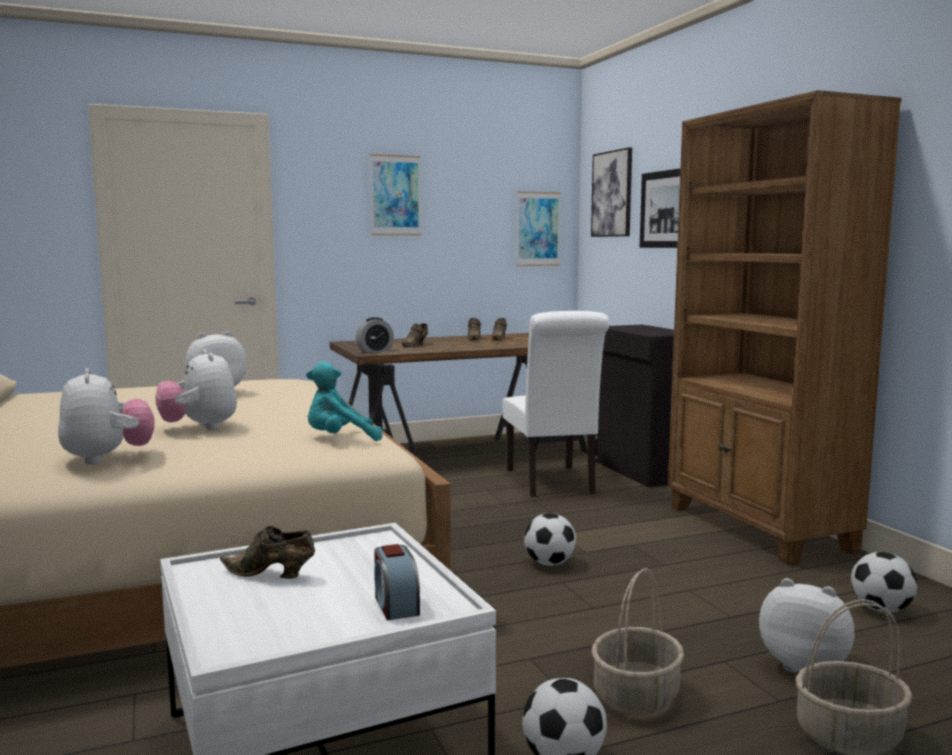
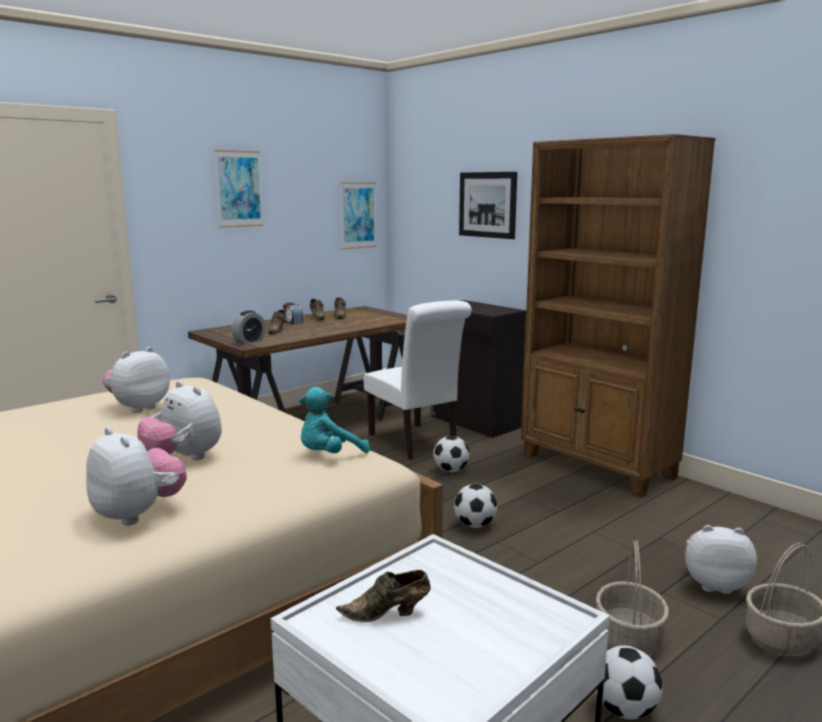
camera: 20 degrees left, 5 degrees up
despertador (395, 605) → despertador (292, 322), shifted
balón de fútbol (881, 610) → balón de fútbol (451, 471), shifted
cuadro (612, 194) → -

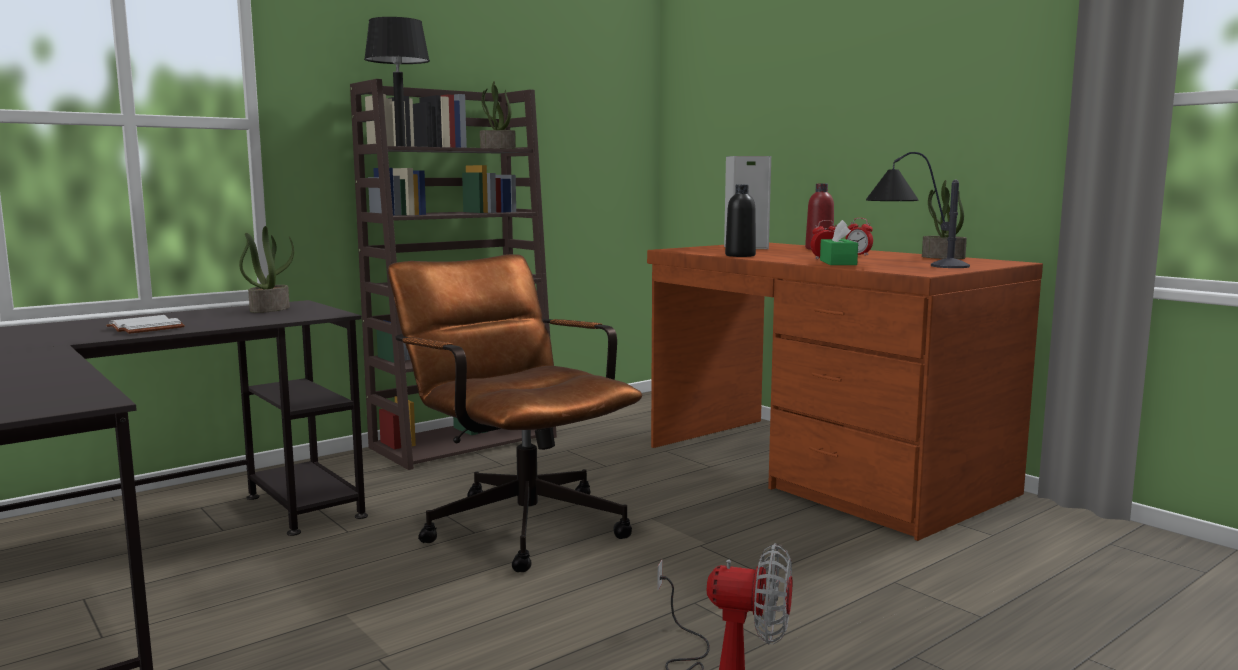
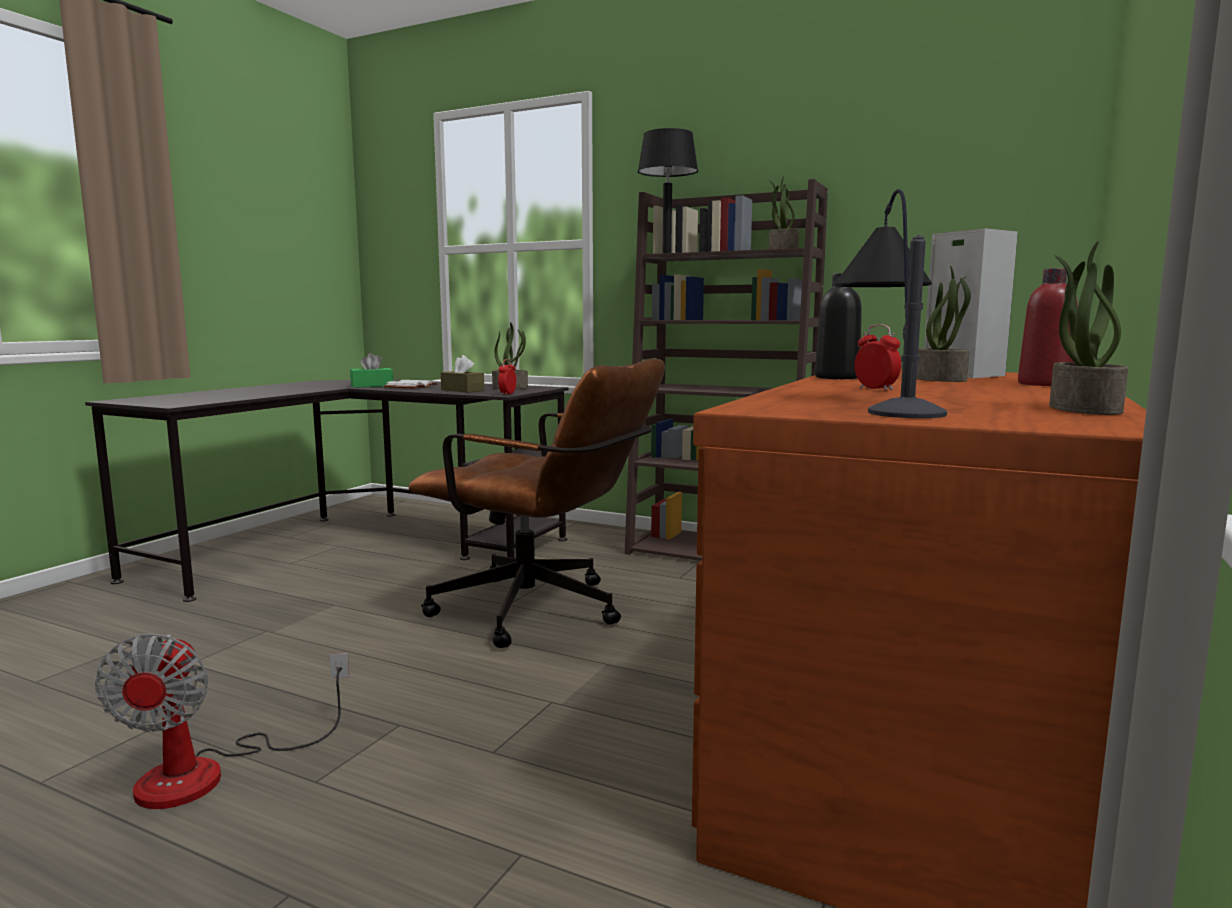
camera: 65 degrees right, 0 degrees up
caja de pañuelos [verde] (838, 262) → caja de pañuelos [verde] (372, 386), shifted
silla de oficina [marrón] (516, 522) → silla de oficina [marrón] (543, 613), 90 degrees clockwise
- → caja de pañuelos [marrón] (462, 390)
despertador (858, 255) → despertador (507, 394), shifted
- → planta en maceta (940, 379)

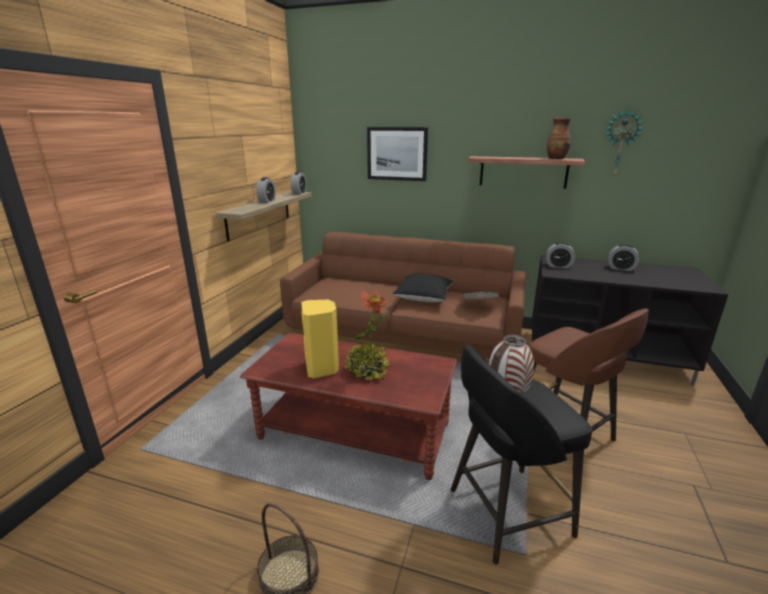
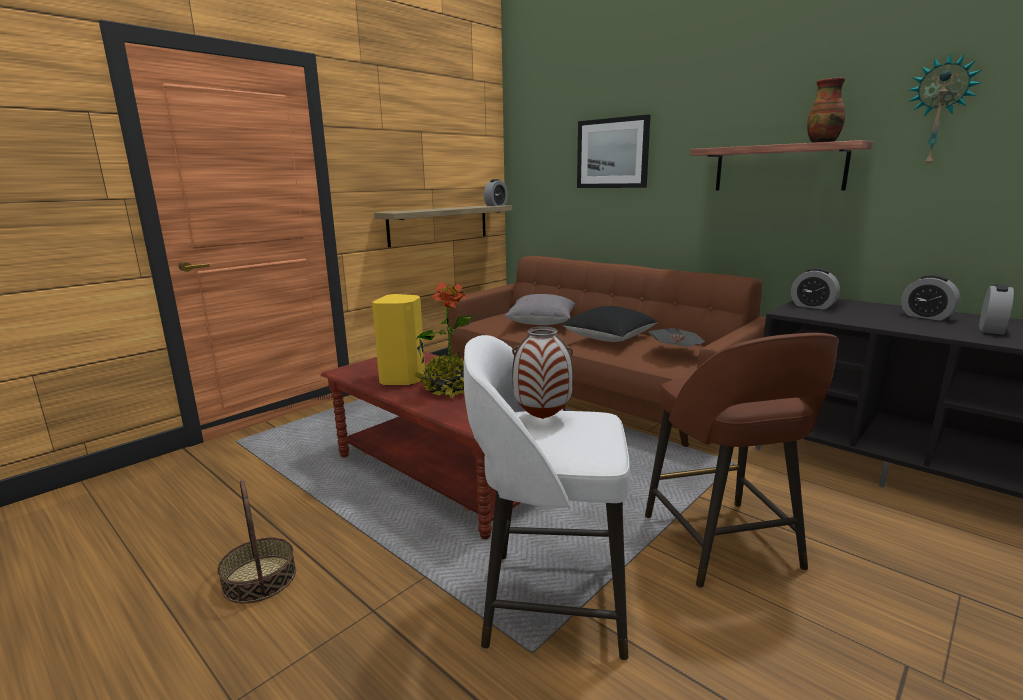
camera: 25 degrees right, 5 degrees down
taburete [negro] (506, 513) → taburete [blanco] (549, 601)
- → cojín [gris] (541, 323)
despertador (267, 201) → despertador (991, 329), shifted

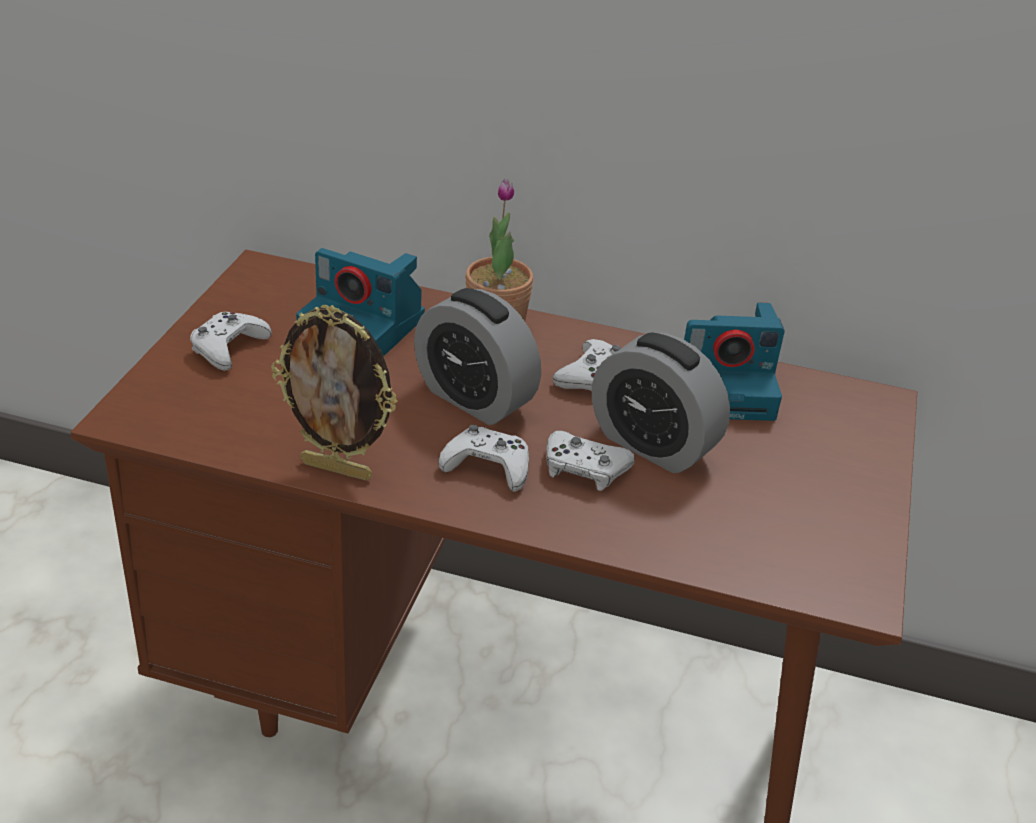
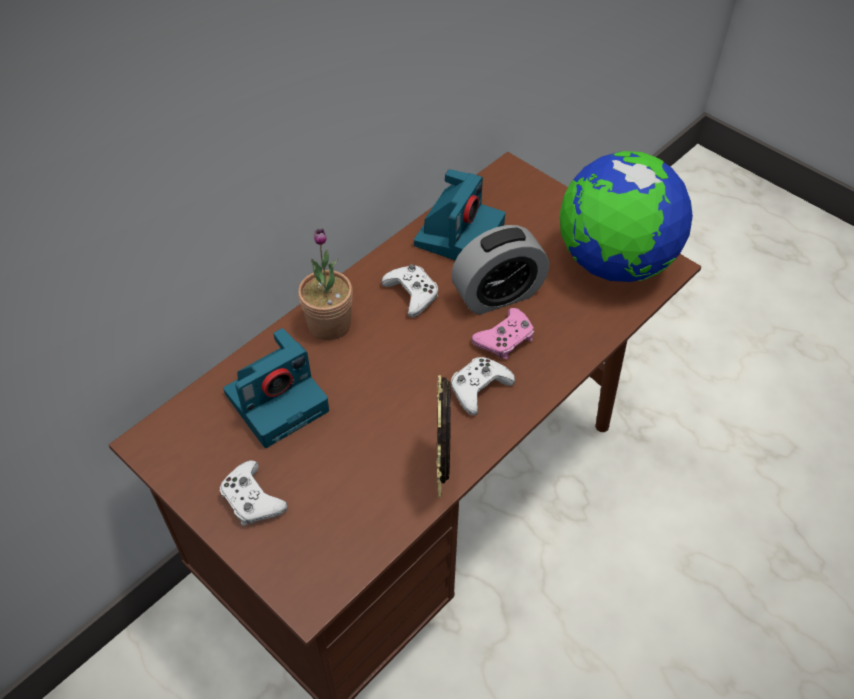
camera: 60 degrees left, 15 degrees up
portarretratos (338, 469) → portarretratos (441, 475), 135 degrees clockwise
mando de consola [blanco] (584, 469) → mando de consola [rosa] (505, 339)
- → globo terráqueo (614, 262)
despertador (474, 398) → -

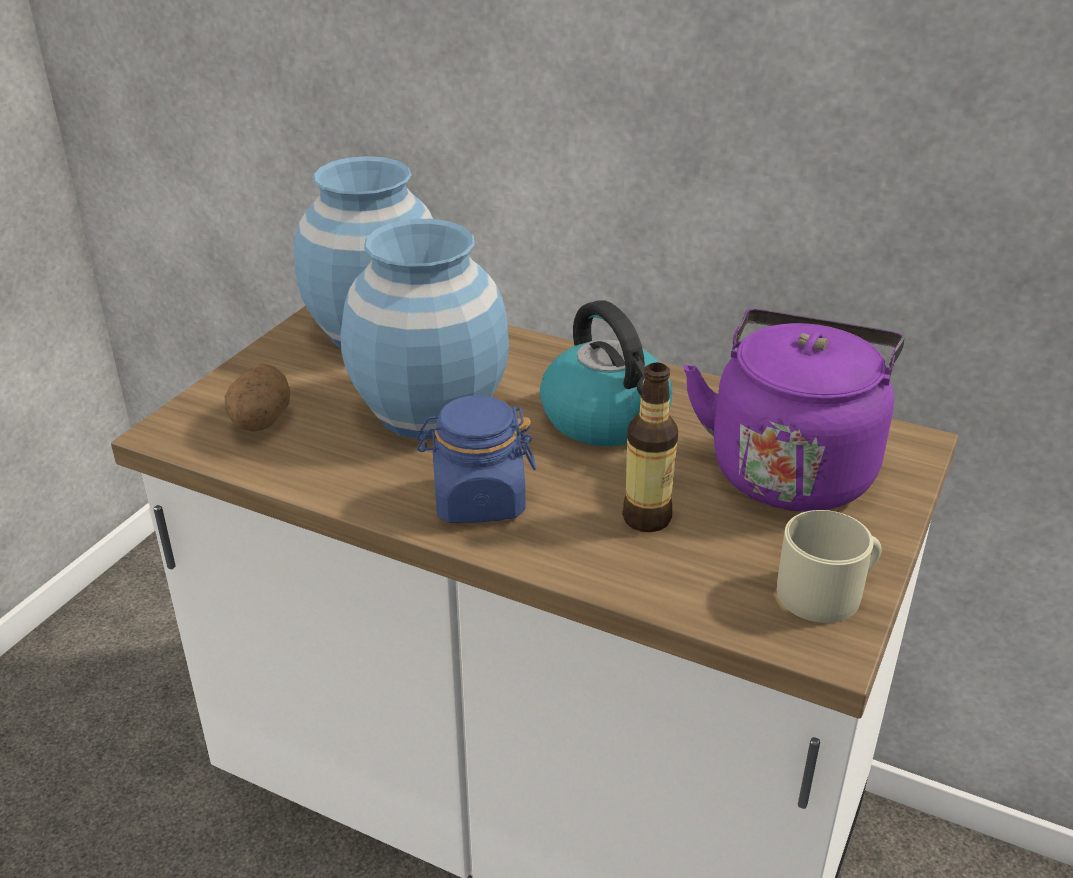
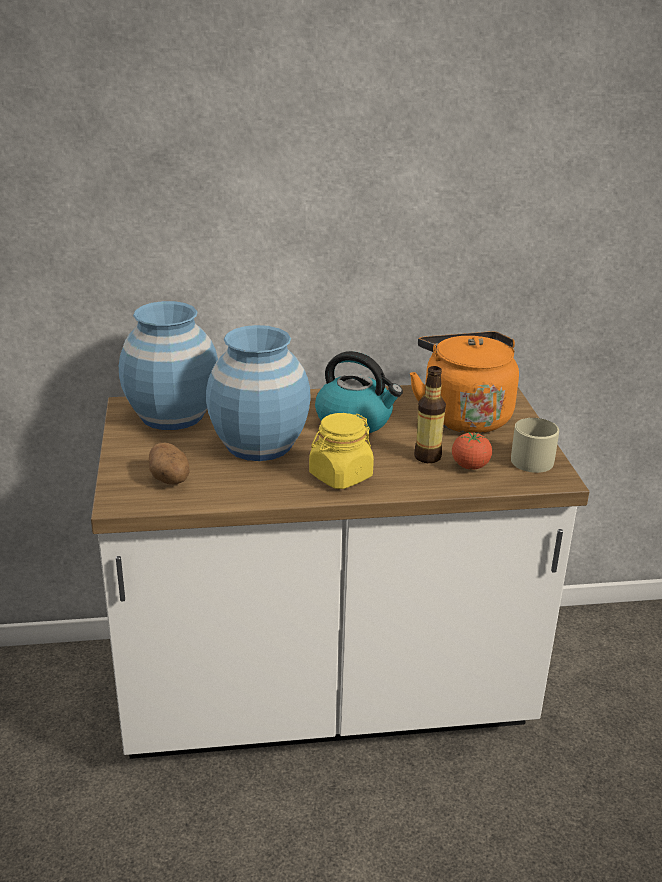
camera: 35 degrees left, 5 degrees down
tarro [azul] (478, 500) → tarro [amarillo] (340, 476)
hervidor [morado] (791, 468) → hervidor [naranja] (463, 415)
- → tomate (470, 466)

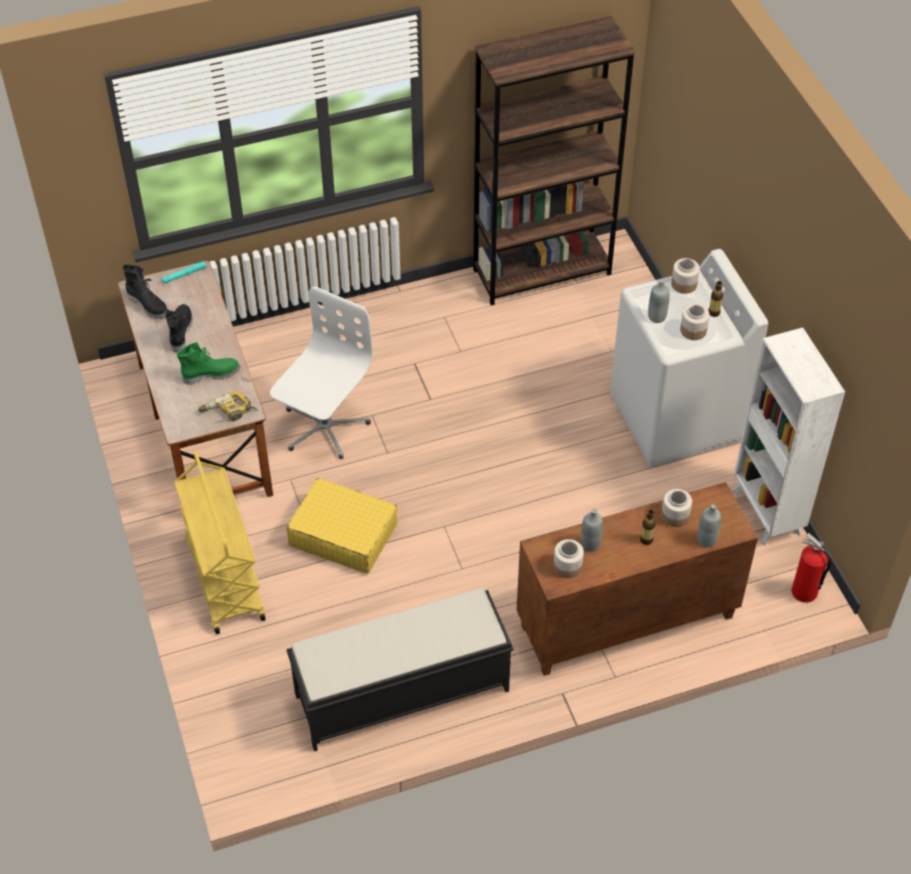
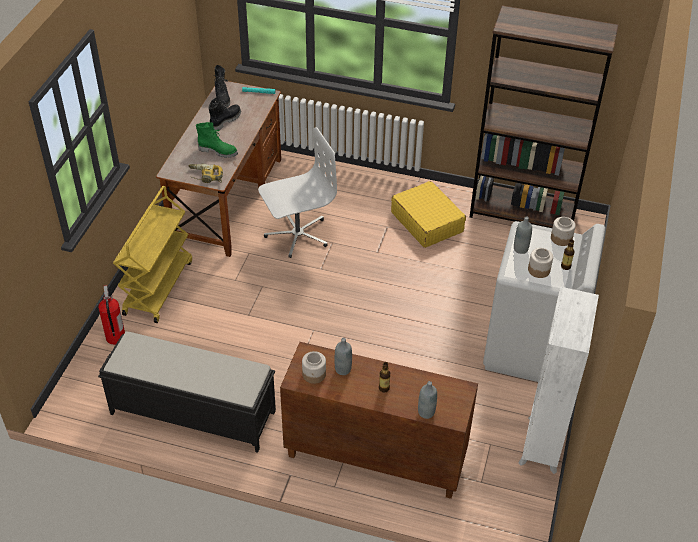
camera: 35 degrees right, 5 degrees down
extintor (804, 592) → extintor (115, 338), shifted
maleta [amarillo] (343, 534) → maleta [amarillo] (427, 222), shifted
tarro (675, 516) → -

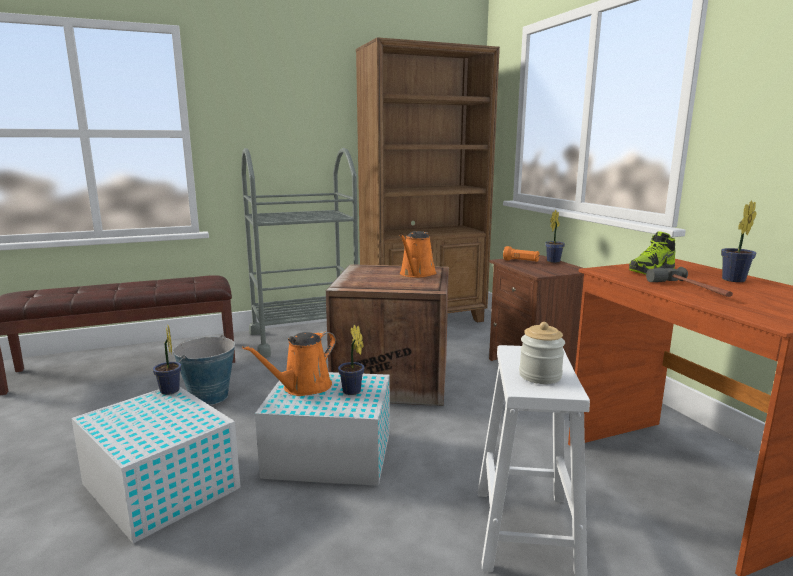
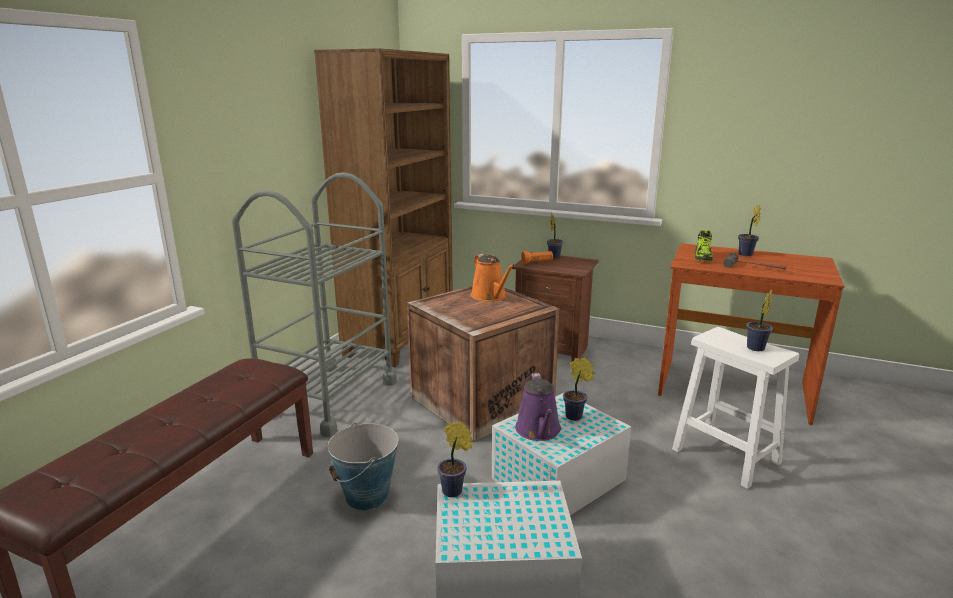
camera: 45 degrees left, 5 degrees up
regadera [naranja] (303, 387) → regadera [morado] (539, 431)
tarro (540, 376) → planta en maceta (755, 349)

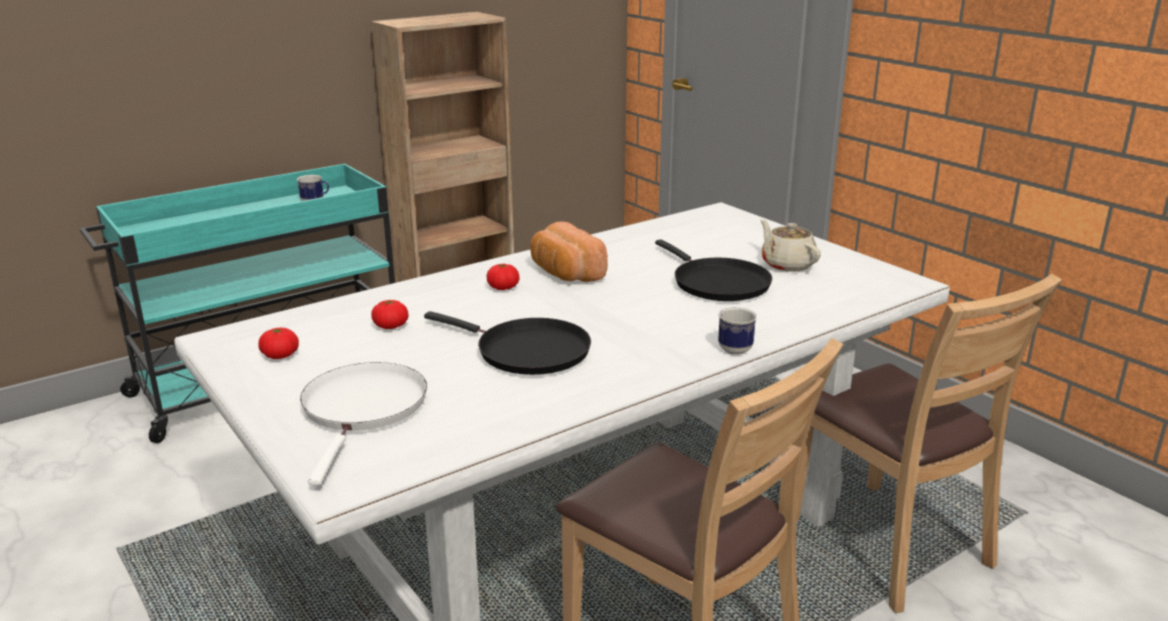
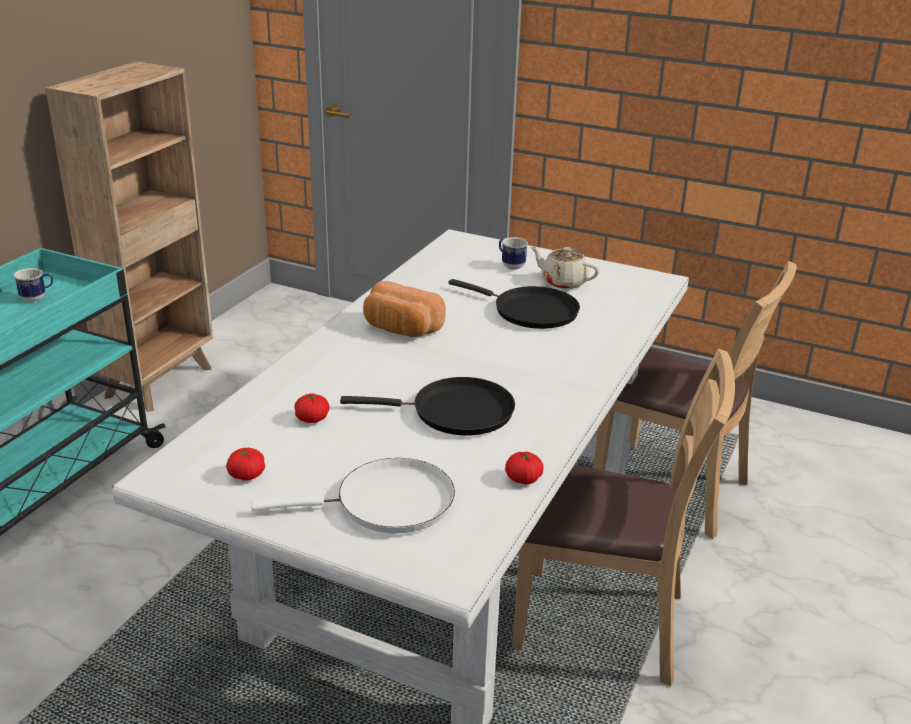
camera: 30 degrees left, 5 degrees up
sartén [blanco] (363, 409) → sartén [blanco] (387, 503), 105 degrees clockwise
taza grande (732, 347) → taza grande (510, 265), shifted
tomate (503, 288) → tomate (523, 479), shifted

